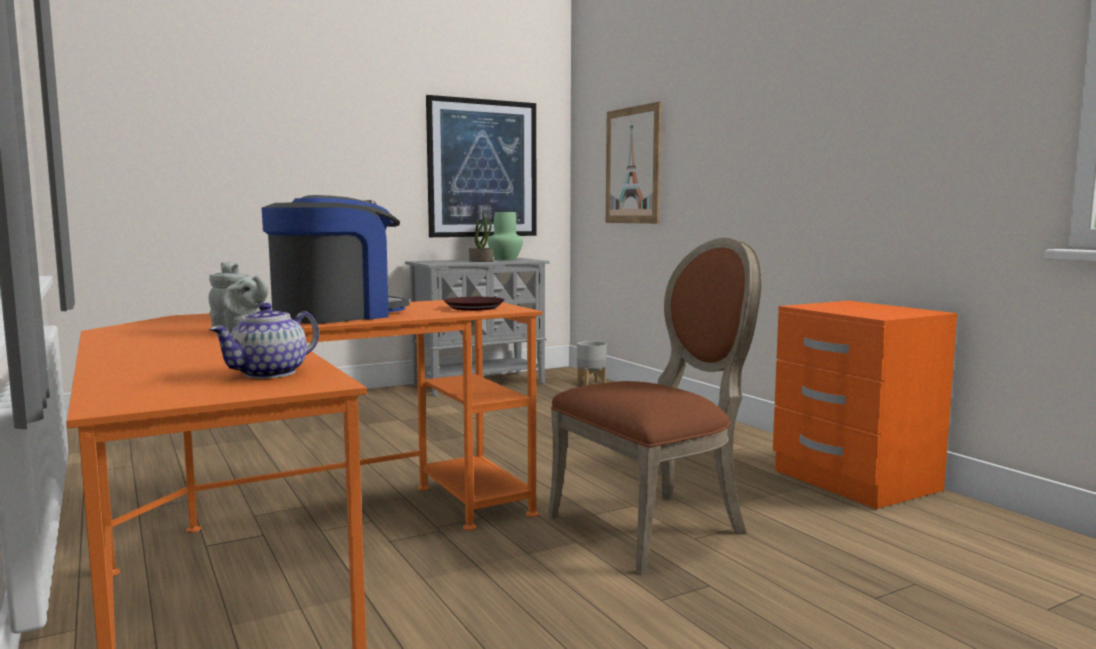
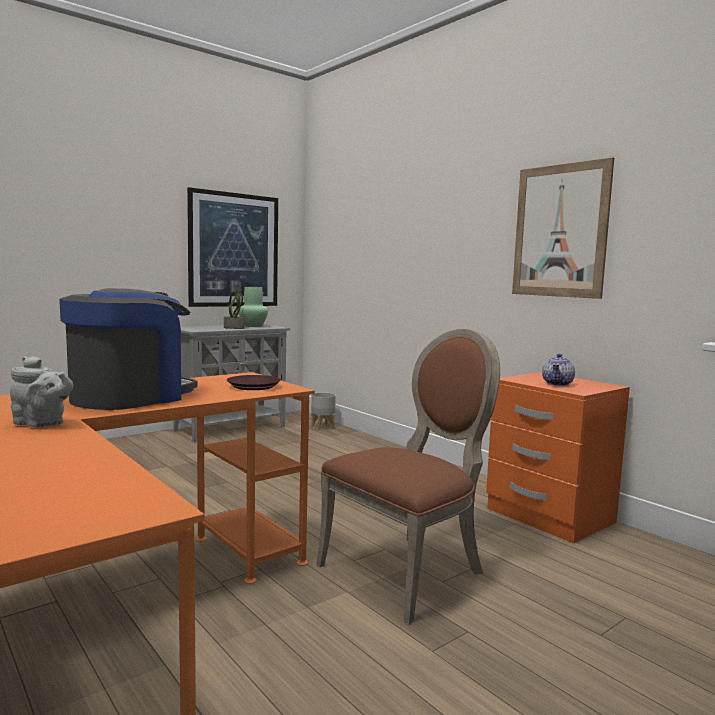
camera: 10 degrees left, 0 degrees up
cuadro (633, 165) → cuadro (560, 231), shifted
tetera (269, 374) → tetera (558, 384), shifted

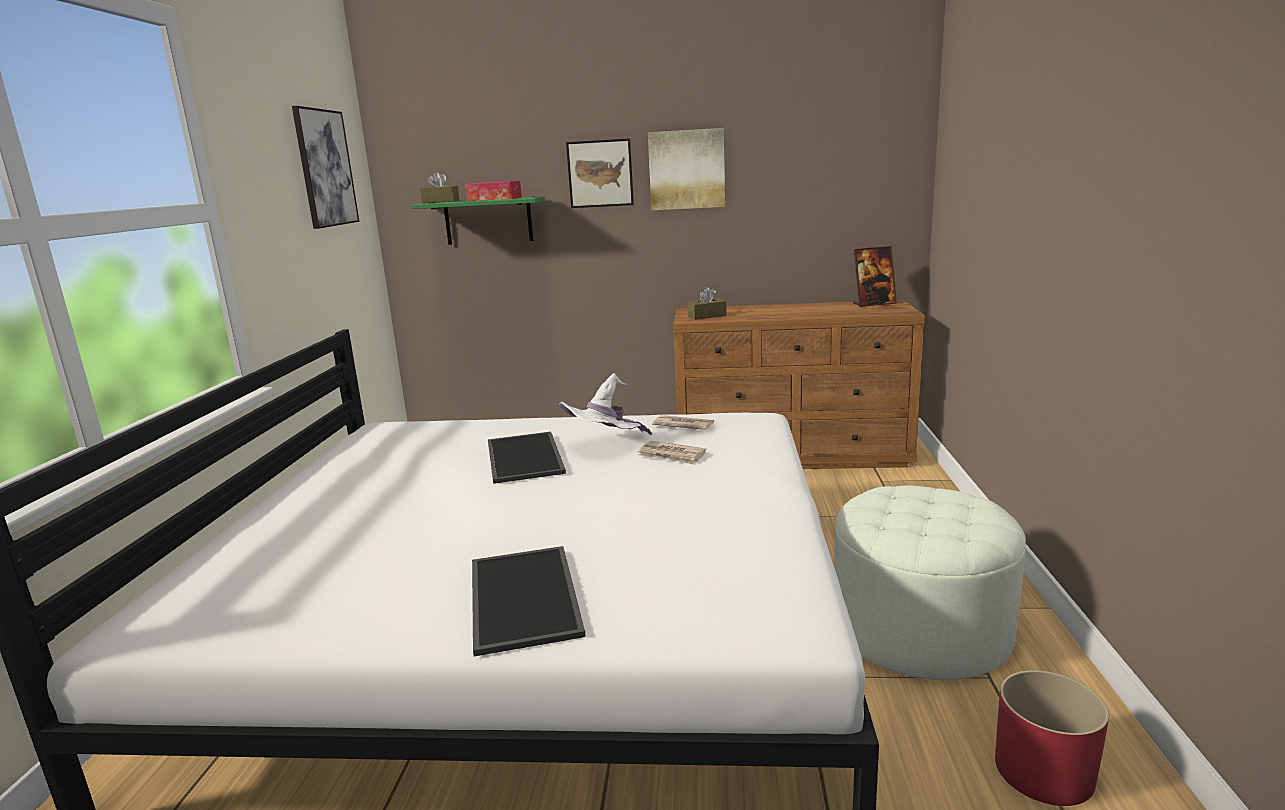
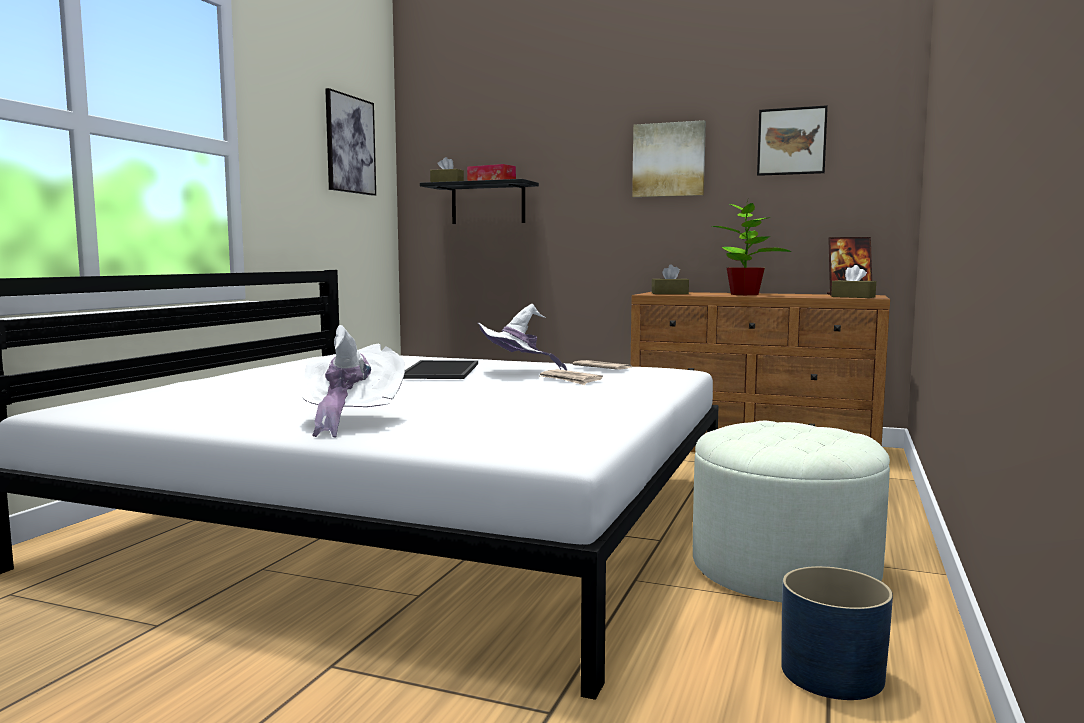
camera: 15 degrees right, 10 degrees down
bandeja (521, 597) → sombrero [blanco] (349, 421)
estante [verde] (488, 221) → estante [negro] (488, 204)
- → planta en maceta (745, 294)
cuadro (600, 173) → cuadro (791, 141), shifted
maceta [rojo] (1044, 770) → maceta [azul] (832, 673)
- → caja de pañuelos [marrón] (853, 297)

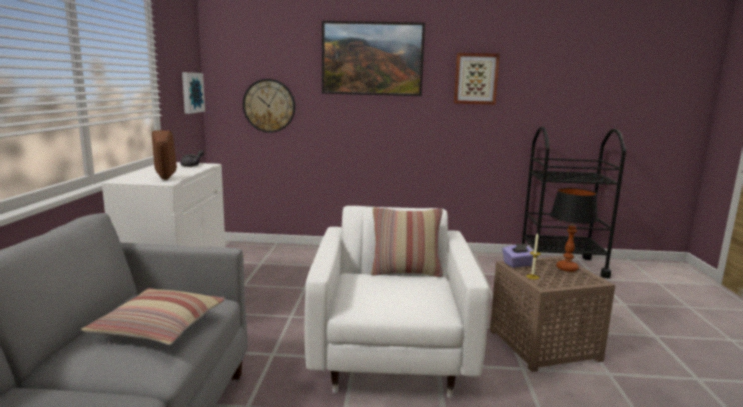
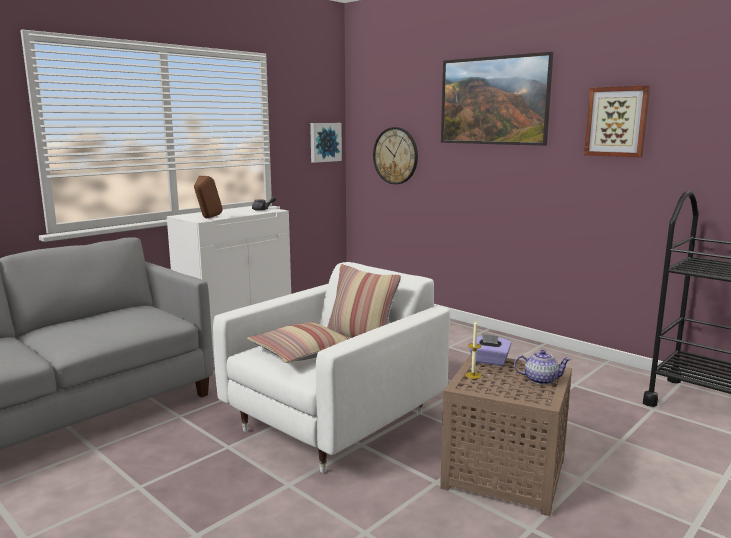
camera: 40 degrees right, 0 degrees up
cojín (159, 327) → cojín (302, 352), shifted
lámpara de mesa (566, 268) → tetera (540, 380)

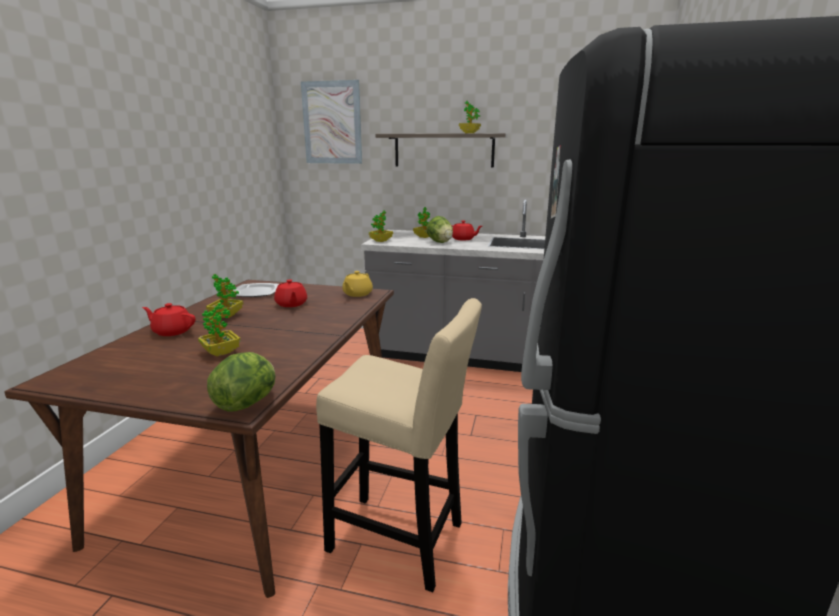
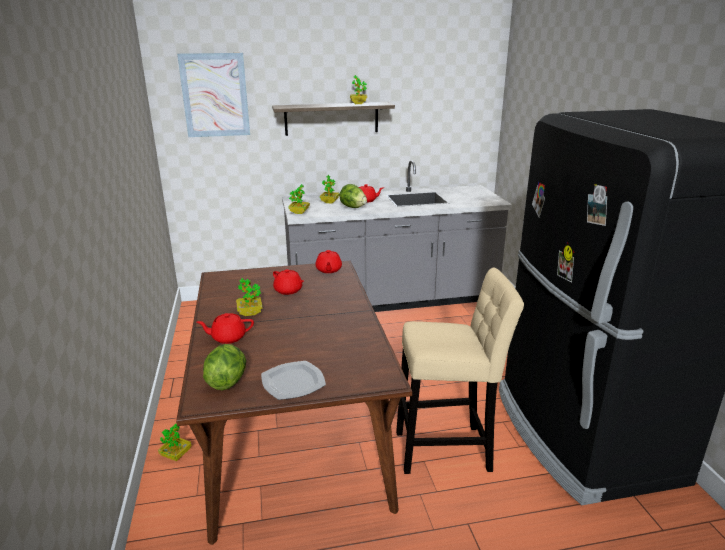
camera: 25 degrees left, 5 degrees up
planta en maceta (221, 352) → planta en maceta (176, 455), shifted
lechuga (248, 403) → lechuga (227, 381), shifted
plato (256, 292) → plato (293, 382), shifted
tetera [amarillo] (357, 294) → tetera [rojo] (328, 270)

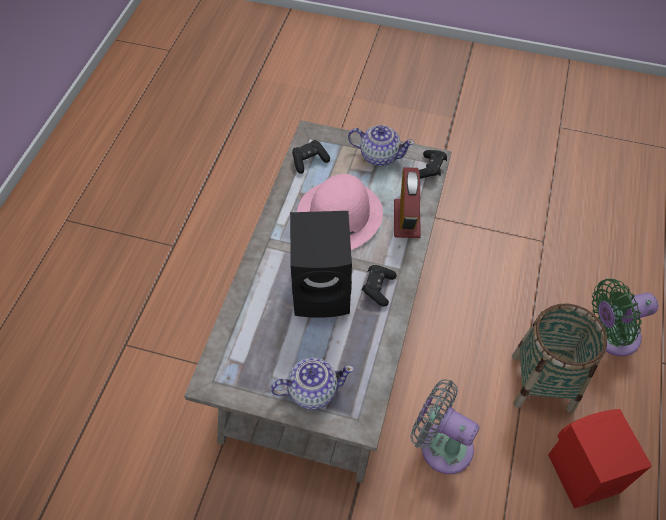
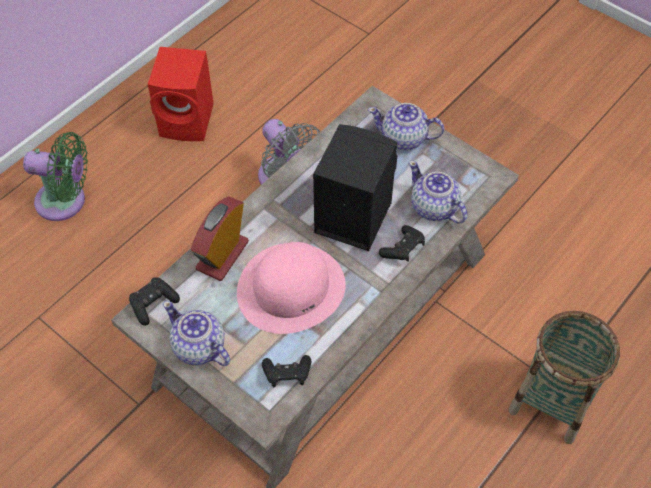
camera: 155 degrees left, 0 degrees up
mando de consola [negro] (378, 288) → mando de consola [negro] (403, 249), shifted
- → tetera (434, 208)
cesta (542, 382) → cesta (552, 401), shifted

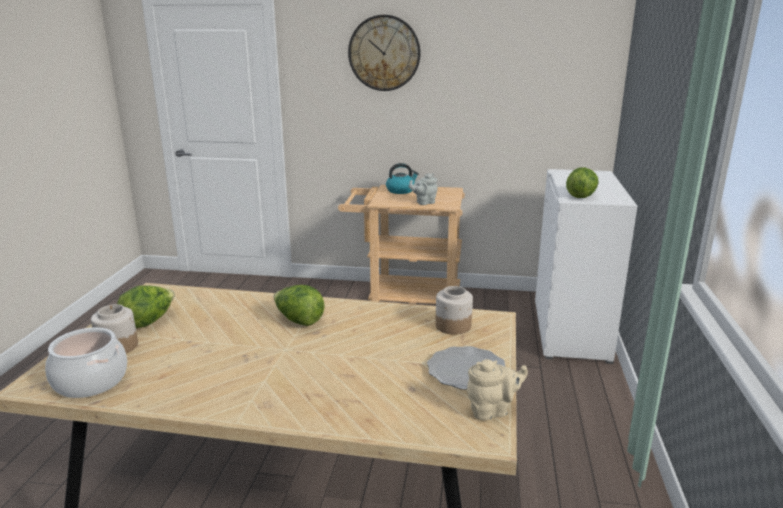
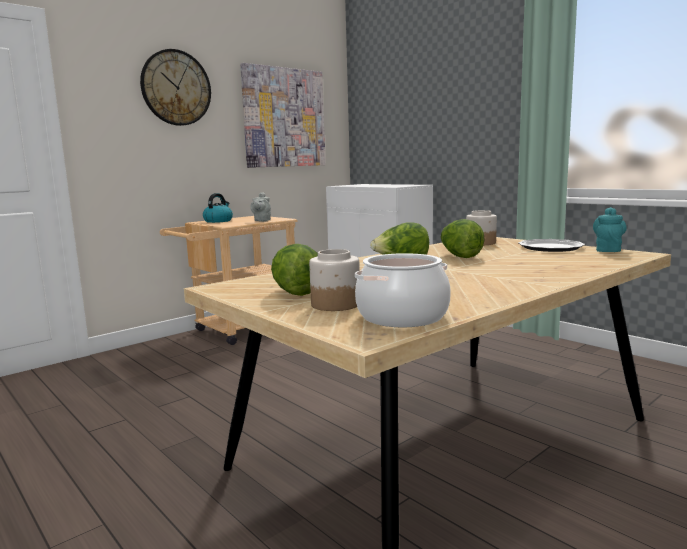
camera: 50 degrees left, 10 degrees down
- → cuadro (284, 118)
lechuga (581, 196) → lechuga (460, 256), shifted
tetera [beis] (492, 410) → tetera [turquesa] (608, 250)

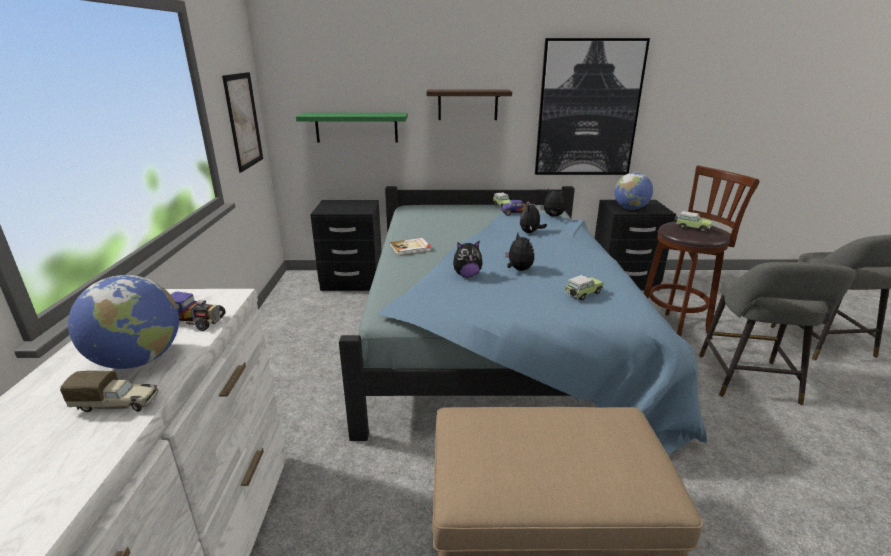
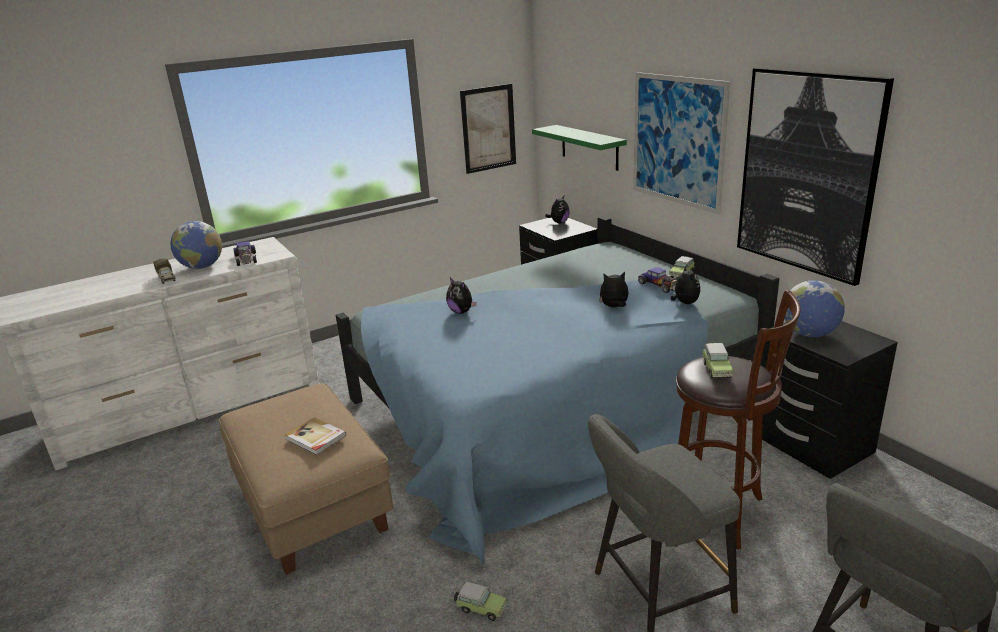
camera: 60 degrees right, 0 degrees up
libro (410, 248) → libro (315, 438), shifted
coche de juguete (582, 294) → coche de juguete (480, 608), shifted
peluche (518, 269) → peluche (559, 222), shifted
estante (467, 105) → cuadro (677, 141)

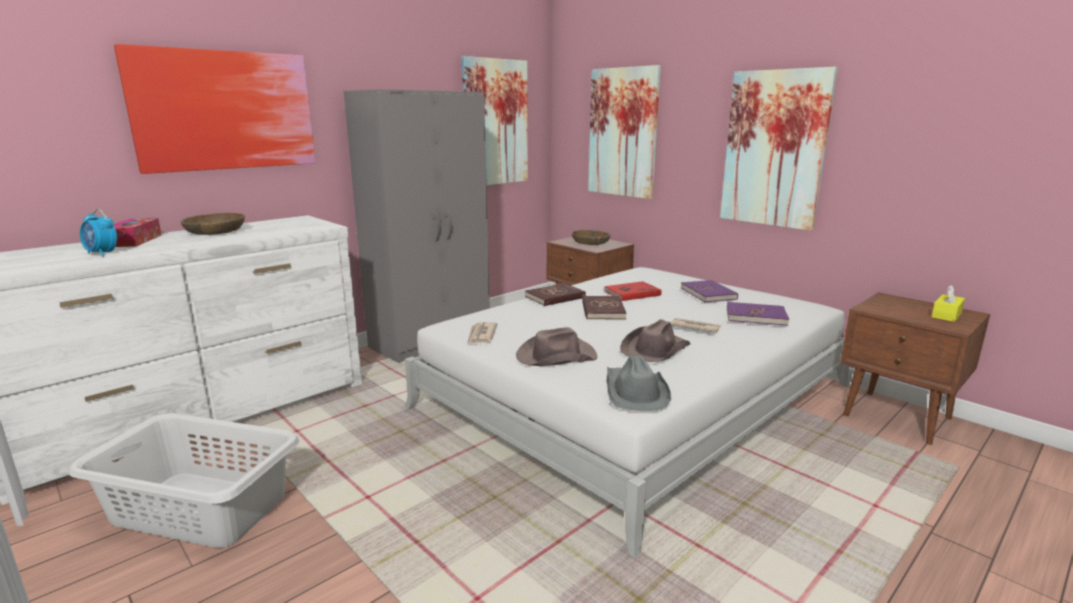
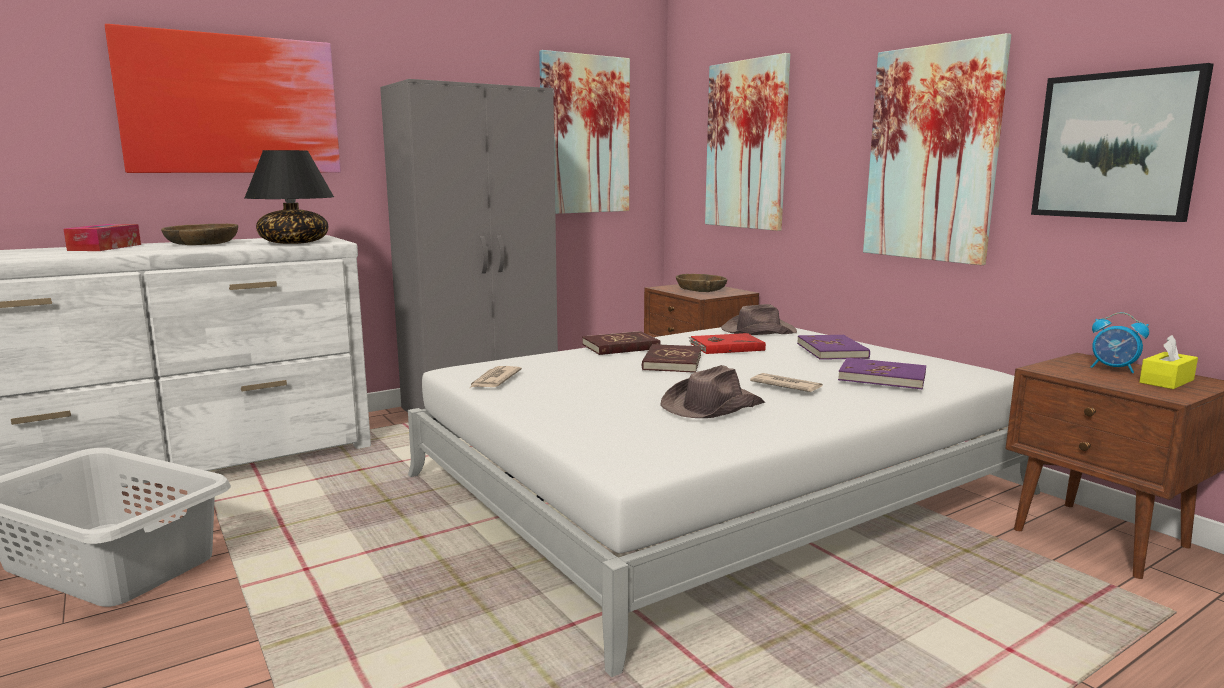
camera: 10 degrees right, 5 degrees down
- → lámpara de mesa [negro] (294, 243)
sombrero [marrón] (555, 356) → sombrero [marrón] (757, 331), shifted
- → cuadro (1116, 146)
despertador (102, 253) → despertador (1113, 369), shifted
sombrero [gris] (635, 392) → -

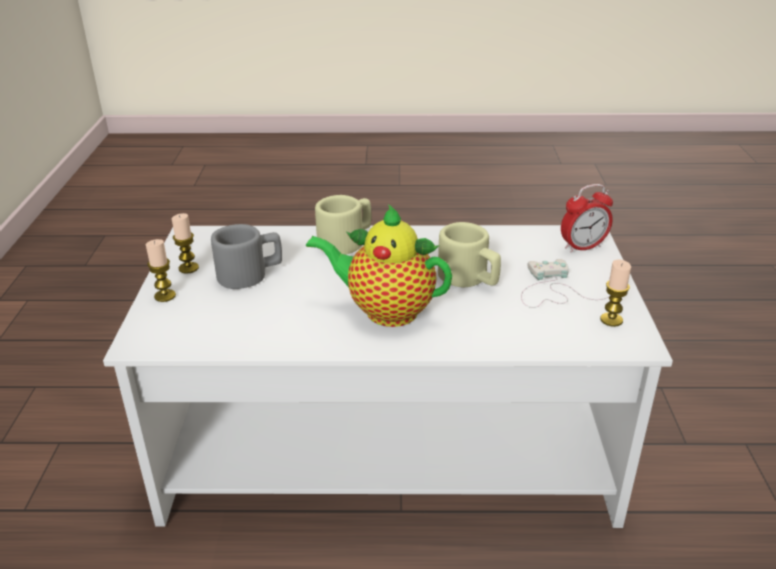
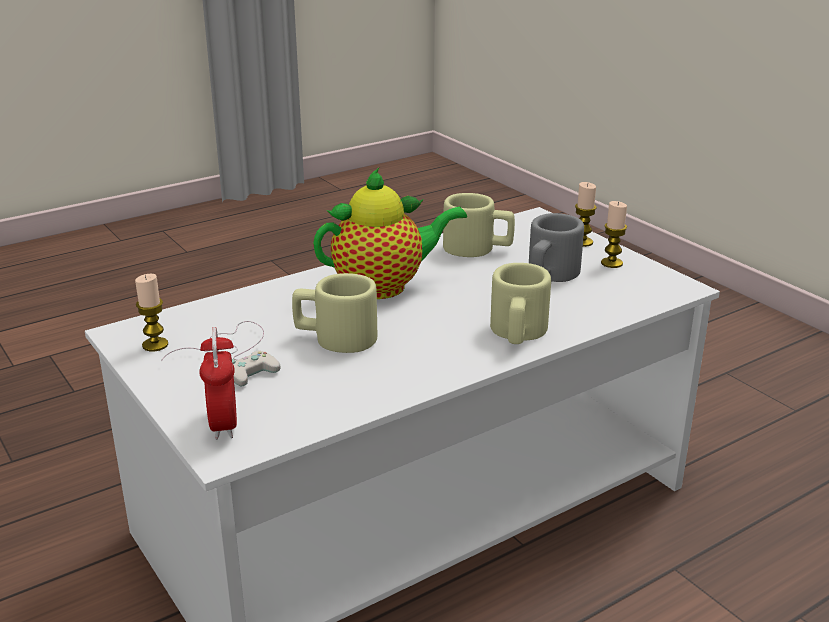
camera: 145 degrees right, 5 degrees down
despertador (582, 247) → despertador (224, 424), 45 degrees counterclockwise
- → taza grande [beis] (478, 249)

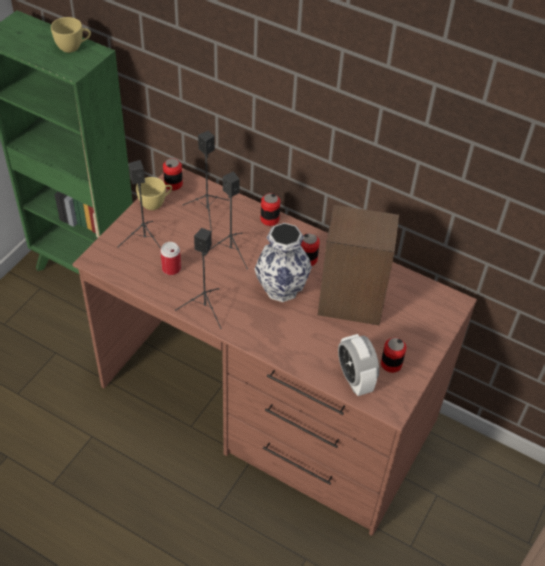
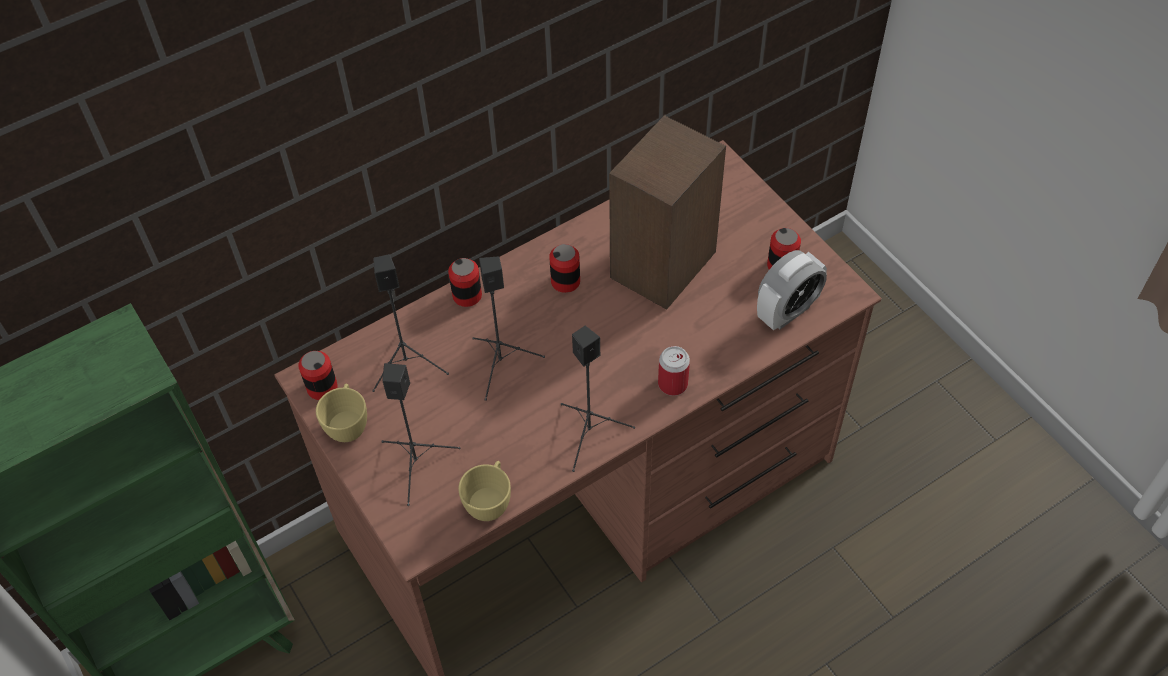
camera: 60 degrees left, 5 degrees up
taza [amarillo] (73, 47) → taza [amarillo] (490, 502), shifted
lata (171, 268) → lata (672, 384), shifted
despertador (355, 379) → despertador (787, 312), 45 degrees counterclockwise
florero (282, 288) → -

